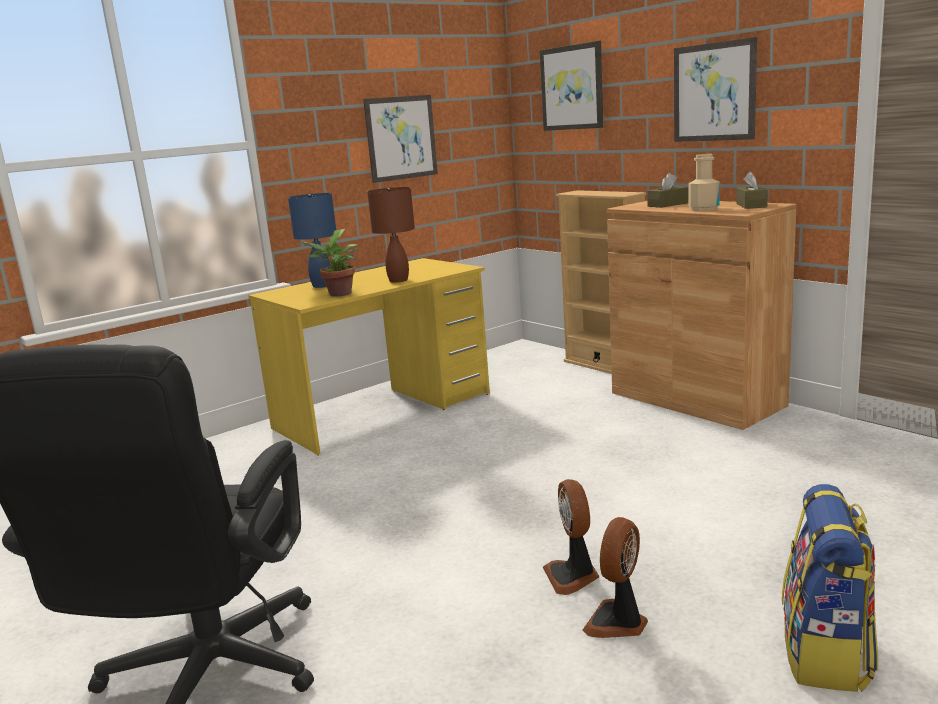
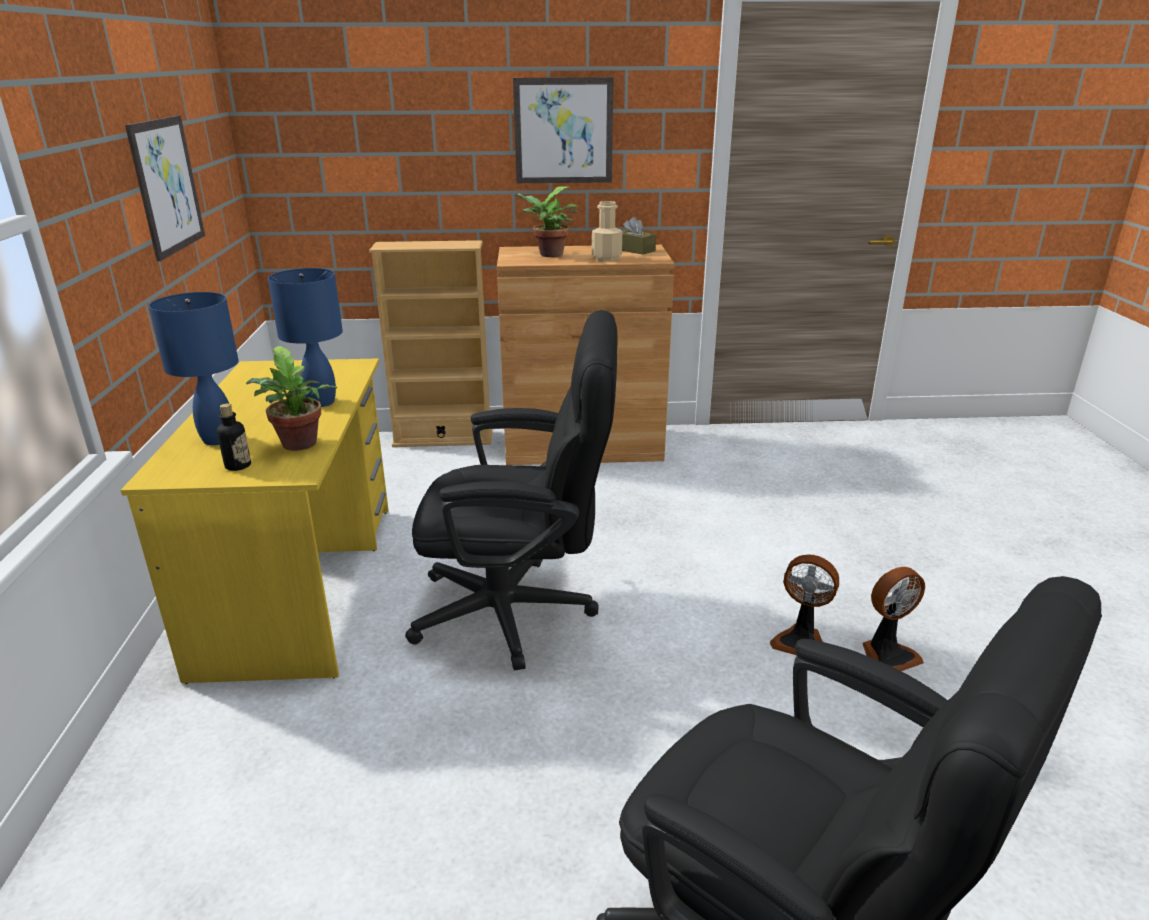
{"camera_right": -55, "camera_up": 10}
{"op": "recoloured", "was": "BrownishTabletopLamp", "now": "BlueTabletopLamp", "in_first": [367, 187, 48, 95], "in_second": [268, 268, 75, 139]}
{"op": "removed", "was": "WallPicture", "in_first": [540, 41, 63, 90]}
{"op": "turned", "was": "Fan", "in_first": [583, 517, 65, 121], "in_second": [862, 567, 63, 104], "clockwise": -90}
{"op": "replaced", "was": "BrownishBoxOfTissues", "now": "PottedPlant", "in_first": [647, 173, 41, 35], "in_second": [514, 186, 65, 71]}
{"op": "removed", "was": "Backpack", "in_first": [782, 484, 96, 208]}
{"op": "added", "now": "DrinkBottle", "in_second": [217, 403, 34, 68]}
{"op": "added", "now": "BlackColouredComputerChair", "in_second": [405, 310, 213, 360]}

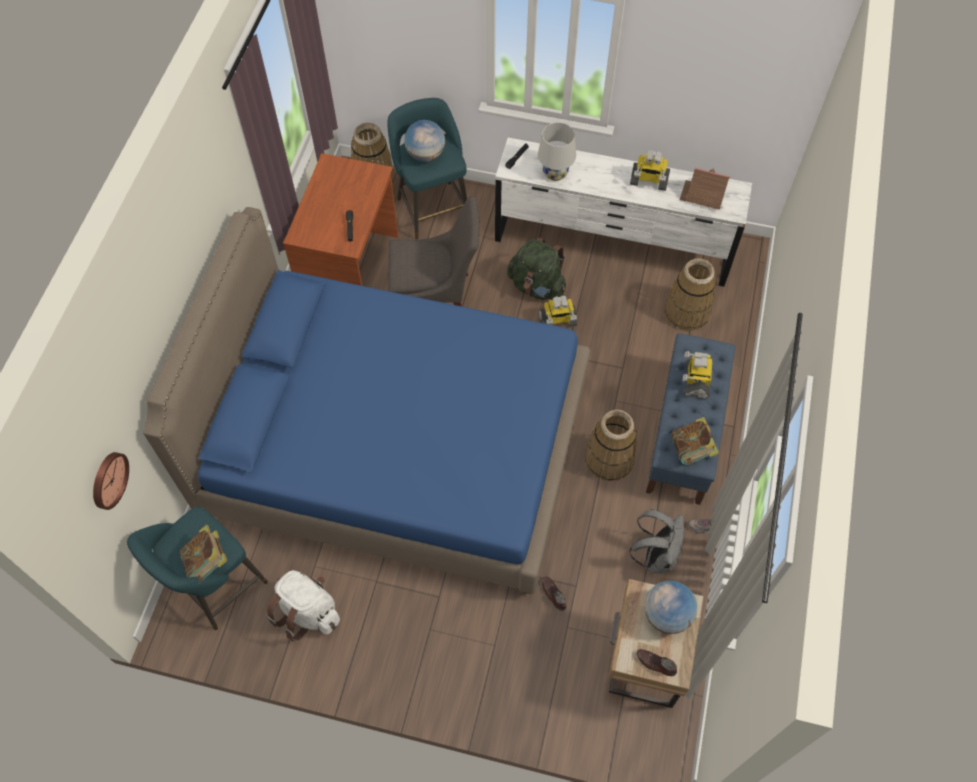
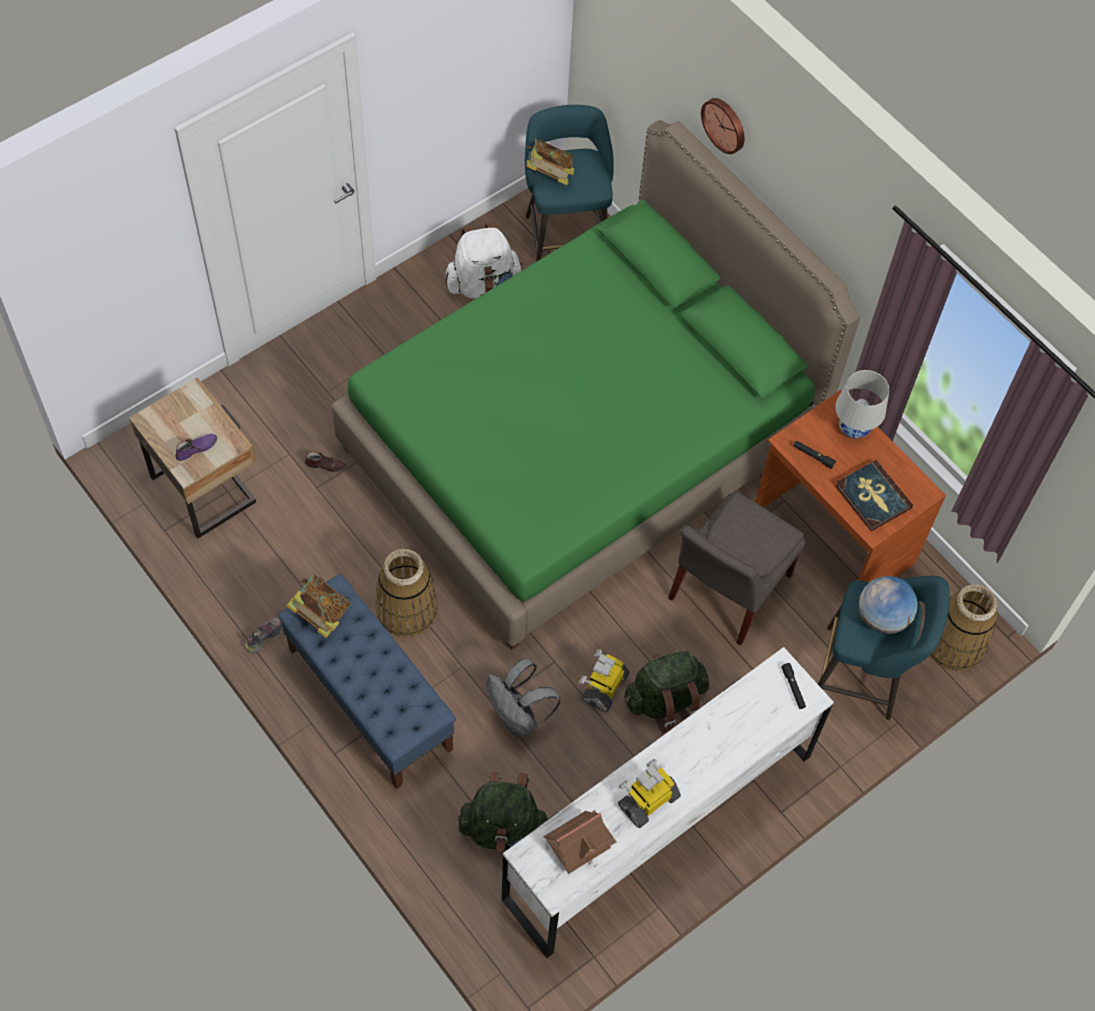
{"camera_right": 125, "camera_up": 0}
{"op": "moved", "was": "ClockOnTheWall", "in_first": [93, 452, 36, 58], "in_second": [701, 98, 43, 56]}
{"op": "recoloured", "was": "BlueBed", "now": "GreenColouredBed", "in_first": [143, 207, 447, 387], "in_second": [331, 120, 530, 530]}
{"op": "moved", "was": "WhitishTabletopLamp", "in_first": [538, 122, 38, 59], "in_second": [835, 370, 54, 69]}
{"op": "moved", "was": "GrayBackpack", "in_first": [629, 509, 55, 65], "in_second": [486, 659, 74, 79]}
{"op": "removed", "was": "BrownishShoe", "in_first": [636, 649, 41, 27]}
{"op": "replaced", "was": "Globe", "now": "PurpleColouredShoe", "in_first": [644, 580, 53, 54], "in_second": [175, 434, 42, 27]}
{"op": "replaced", "was": "Basket", "now": "GreenColouredBackpack", "in_first": [665, 258, 51, 73], "in_second": [458, 772, 90, 79]}
{"op": "removed", "was": "RobotFigure", "in_first": [683, 351, 29, 48]}
{"op": "added", "now": "BoundBook", "in_second": [836, 460, 77, 71]}

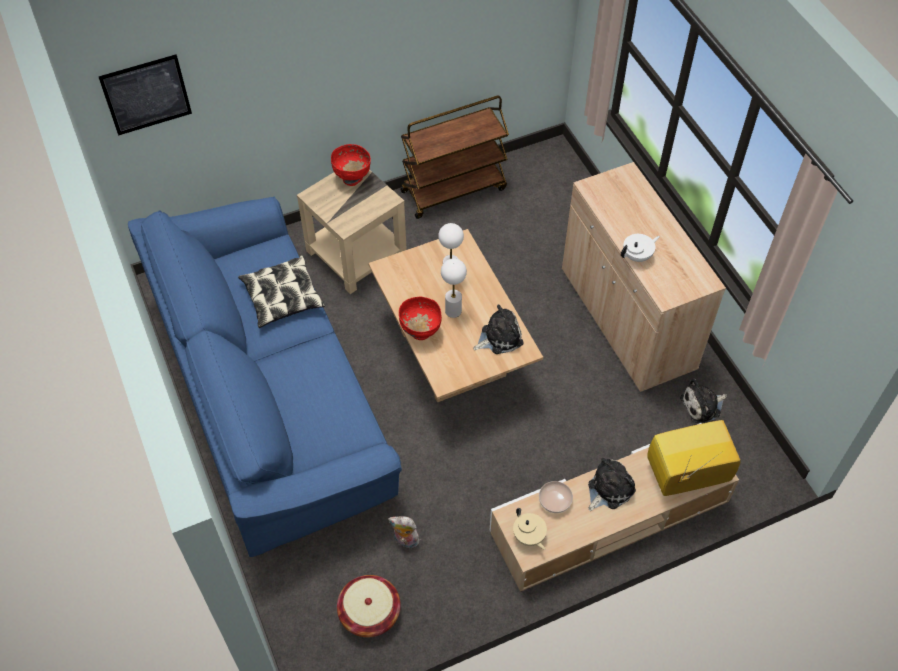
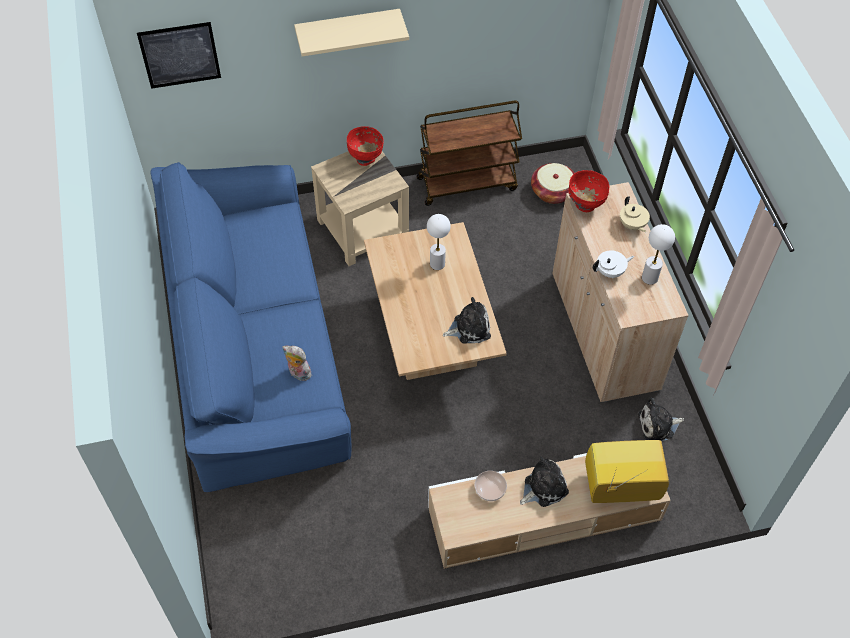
{"camera_right": 10, "camera_up": 0}
{"op": "removed", "was": "Cushion", "in_first": [238, 255, 87, 73]}
{"op": "moved", "was": "Basket", "in_first": [337, 575, 64, 63], "in_second": [531, 163, 44, 41]}
{"op": "moved", "was": "SoftToy", "in_first": [389, 516, 31, 32], "in_second": [282, 346, 30, 35]}
{"op": "moved", "was": "ReddishBowl", "in_first": [399, 297, 43, 43], "in_second": [569, 170, 40, 42]}
{"op": "moved", "was": "WhitishTabletopLamp", "in_first": [441, 258, 26, 60], "in_second": [642, 224, 33, 61]}
{"op": "moved", "was": "SandColouredPotForTea", "in_first": [513, 508, 34, 42], "in_second": [620, 196, 30, 36]}
{"op": "added", "now": "SandColouredBracketShelf", "in_second": [294, 9, 115, 47]}

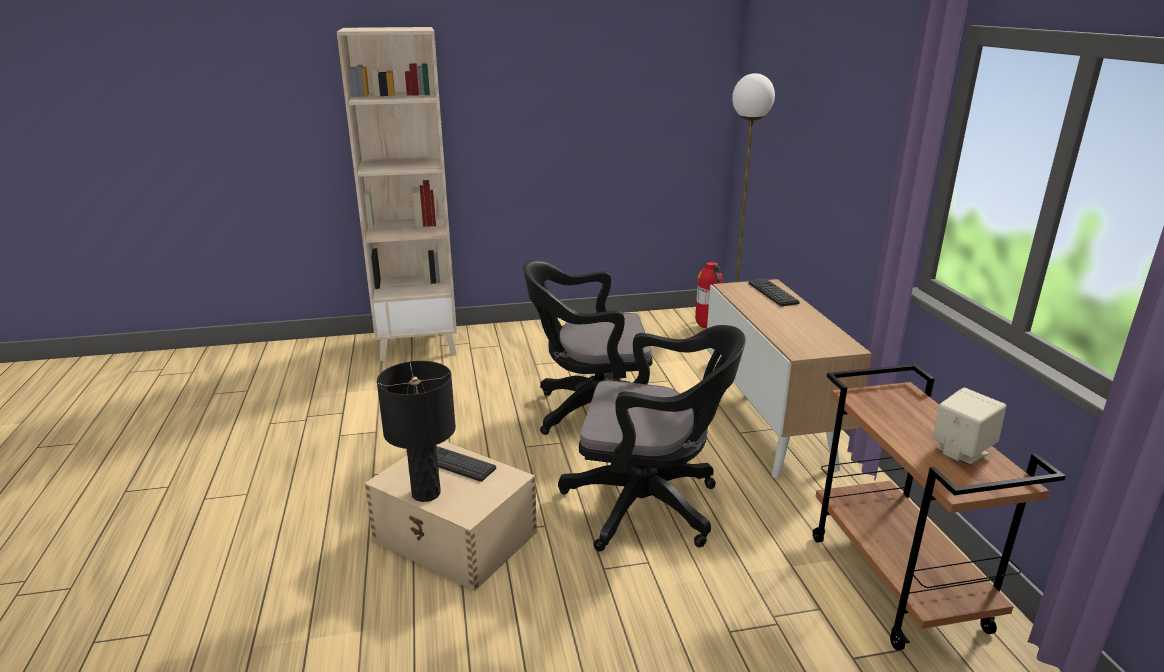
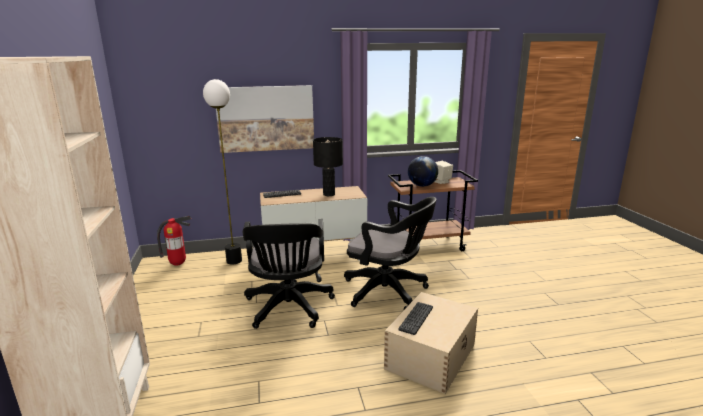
{"camera_right": -90, "camera_up": -5}
{"op": "moved", "was": "BlackColouredTabletopLamp", "in_first": [377, 361, 79, 141], "in_second": [313, 137, 30, 59]}
{"op": "turned", "was": "BlackColouredComputerChair", "in_first": [558, 325, 188, 227], "in_second": [344, 197, 93, 112], "clockwise": 105}
{"op": "added", "now": "WallPicture", "in_second": [216, 85, 98, 68]}
{"op": "added", "now": "Globe", "in_second": [408, 156, 30, 31]}

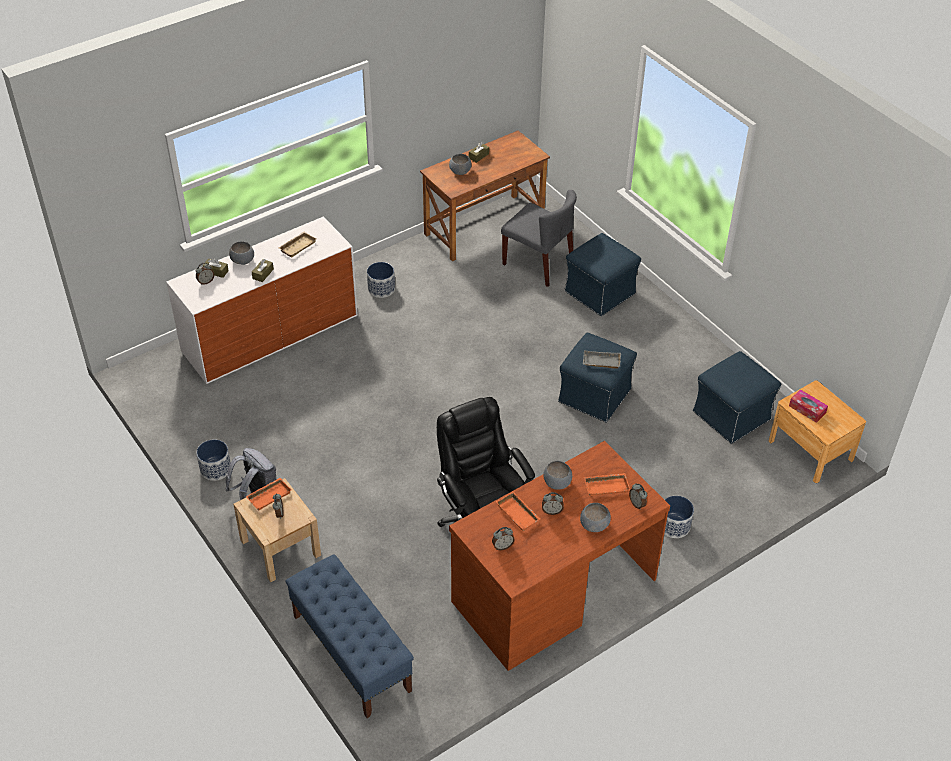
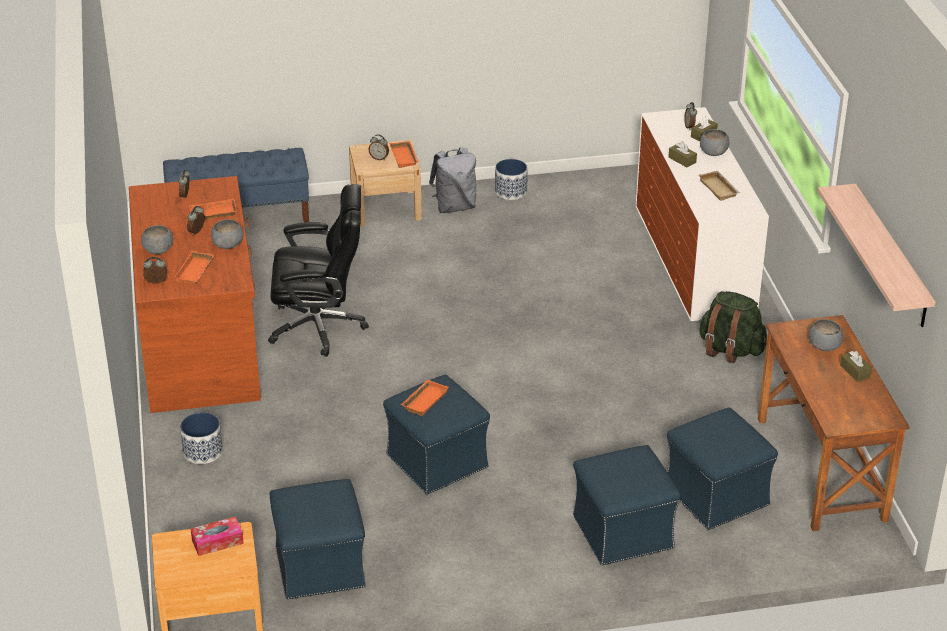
{"camera_right": 115, "camera_up": -10}
{"op": "replaced", "was": "Planter", "now": "GreenColouredBackpack", "in_first": [367, 262, 28, 36], "in_second": [700, 291, 67, 72]}
{"op": "replaced", "was": "GrayPlainChair", "now": "BlueOttoman", "in_first": [501, 190, 76, 97], "in_second": [667, 408, 111, 122]}
{"op": "recoloured", "was": "GrayTray", "now": "OrangeTray", "in_first": [583, 350, 38, 19], "in_second": [401, 380, 48, 36]}
{"op": "added", "now": "BracketShelf", "in_second": [817, 184, 119, 143]}

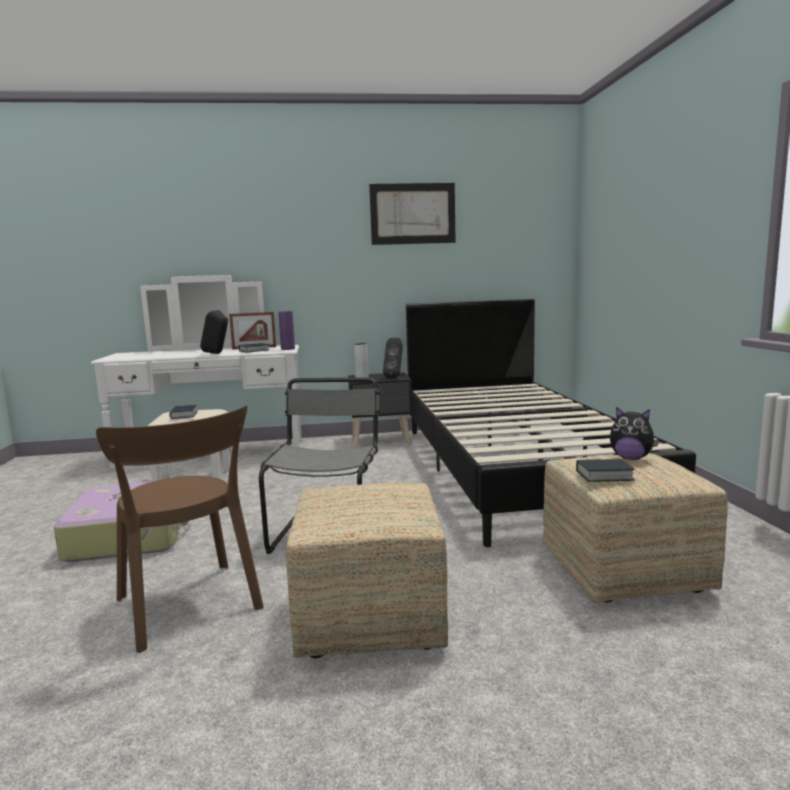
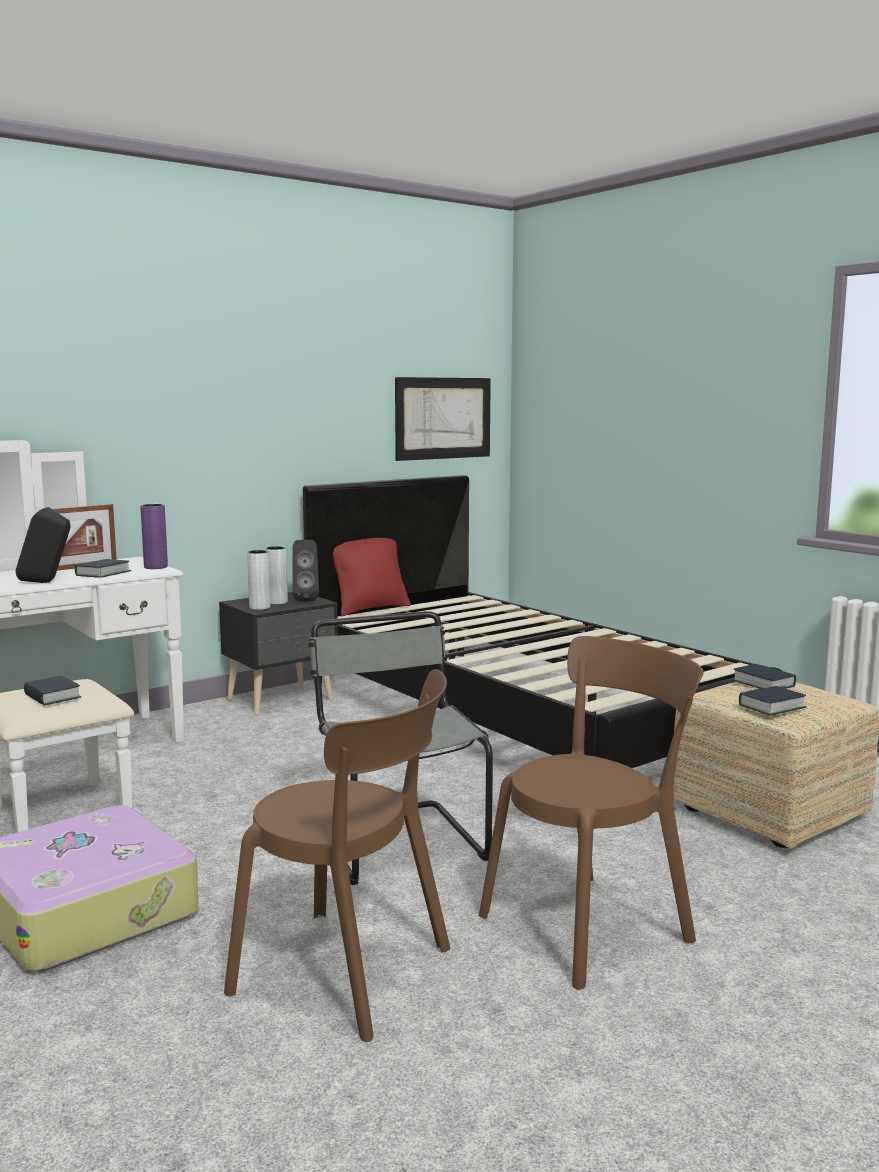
{"camera_right": -30, "camera_up": 0}
{"op": "replaced", "was": "Ottoman", "now": "BrownishPlainChair", "in_first": [286, 483, 162, 175], "in_second": [479, 636, 225, 354]}
{"op": "moved", "was": "WallPicture", "in_first": [369, 183, 87, 62], "in_second": [395, 377, 96, 84]}
{"op": "replaced", "was": "SoftToy", "now": "BoundBook", "in_first": [610, 407, 49, 53], "in_second": [733, 664, 63, 25]}
{"op": "added", "now": "GrayDecorativeVase", "in_second": [265, 546, 23, 59]}
{"op": "added", "now": "ReddishCushion", "in_second": [333, 538, 78, 78]}

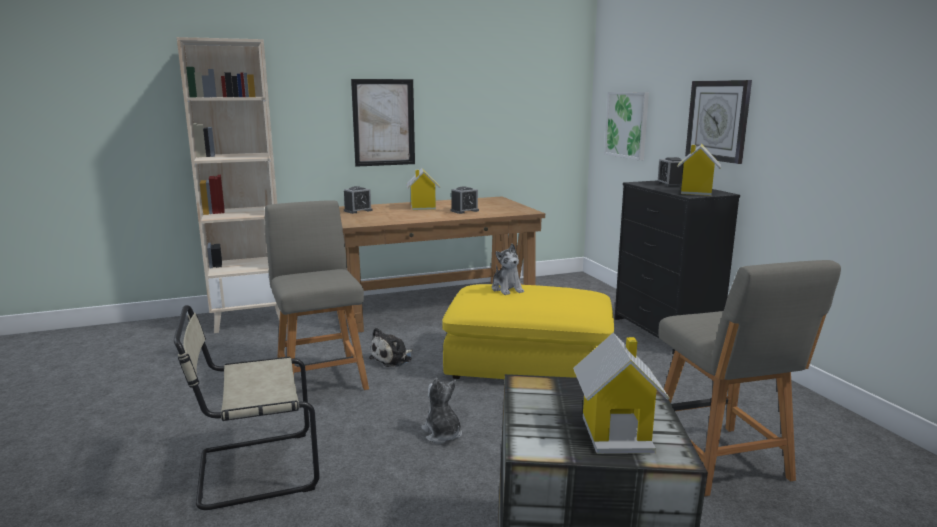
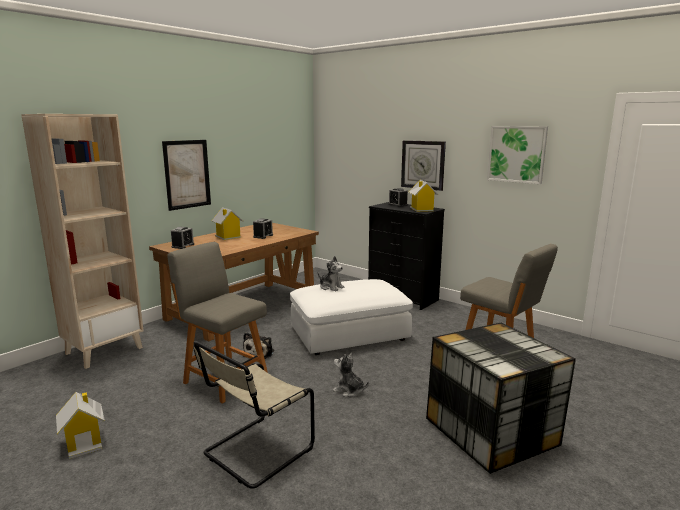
{"camera_right": -30, "camera_up": 0}
{"op": "recoloured", "was": "YellowColouredOttoman", "now": "WhitishOttoman", "in_first": [442, 284, 172, 95], "in_second": [290, 279, 123, 76]}
{"op": "moved", "was": "MiniatureHouse", "in_first": [573, 333, 97, 121], "in_second": [56, 392, 49, 67]}
{"op": "moved", "was": "WallPicture", "in_first": [604, 92, 45, 69], "in_second": [487, 126, 61, 58]}

